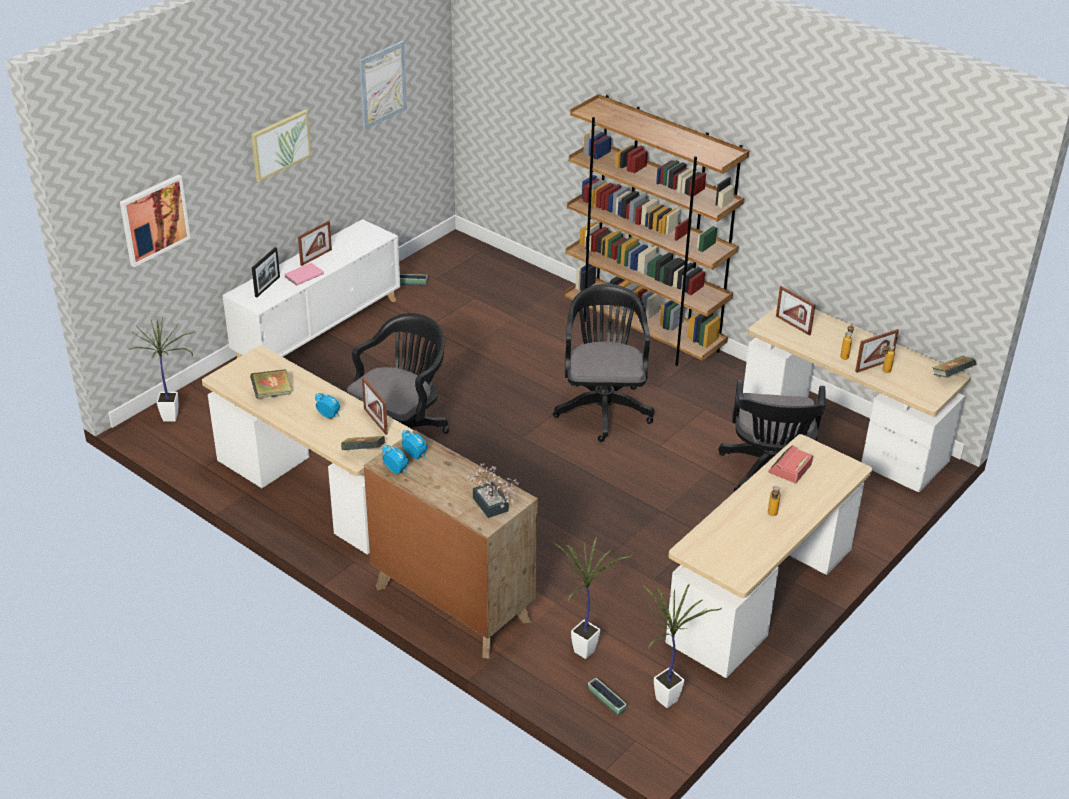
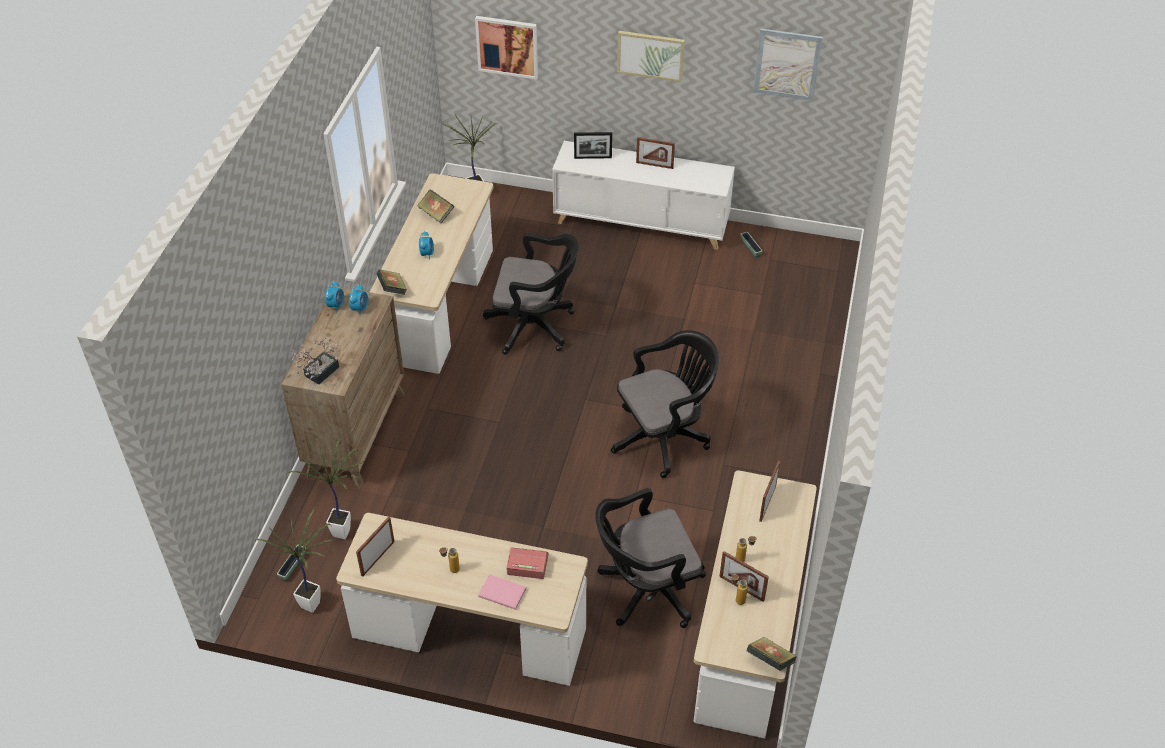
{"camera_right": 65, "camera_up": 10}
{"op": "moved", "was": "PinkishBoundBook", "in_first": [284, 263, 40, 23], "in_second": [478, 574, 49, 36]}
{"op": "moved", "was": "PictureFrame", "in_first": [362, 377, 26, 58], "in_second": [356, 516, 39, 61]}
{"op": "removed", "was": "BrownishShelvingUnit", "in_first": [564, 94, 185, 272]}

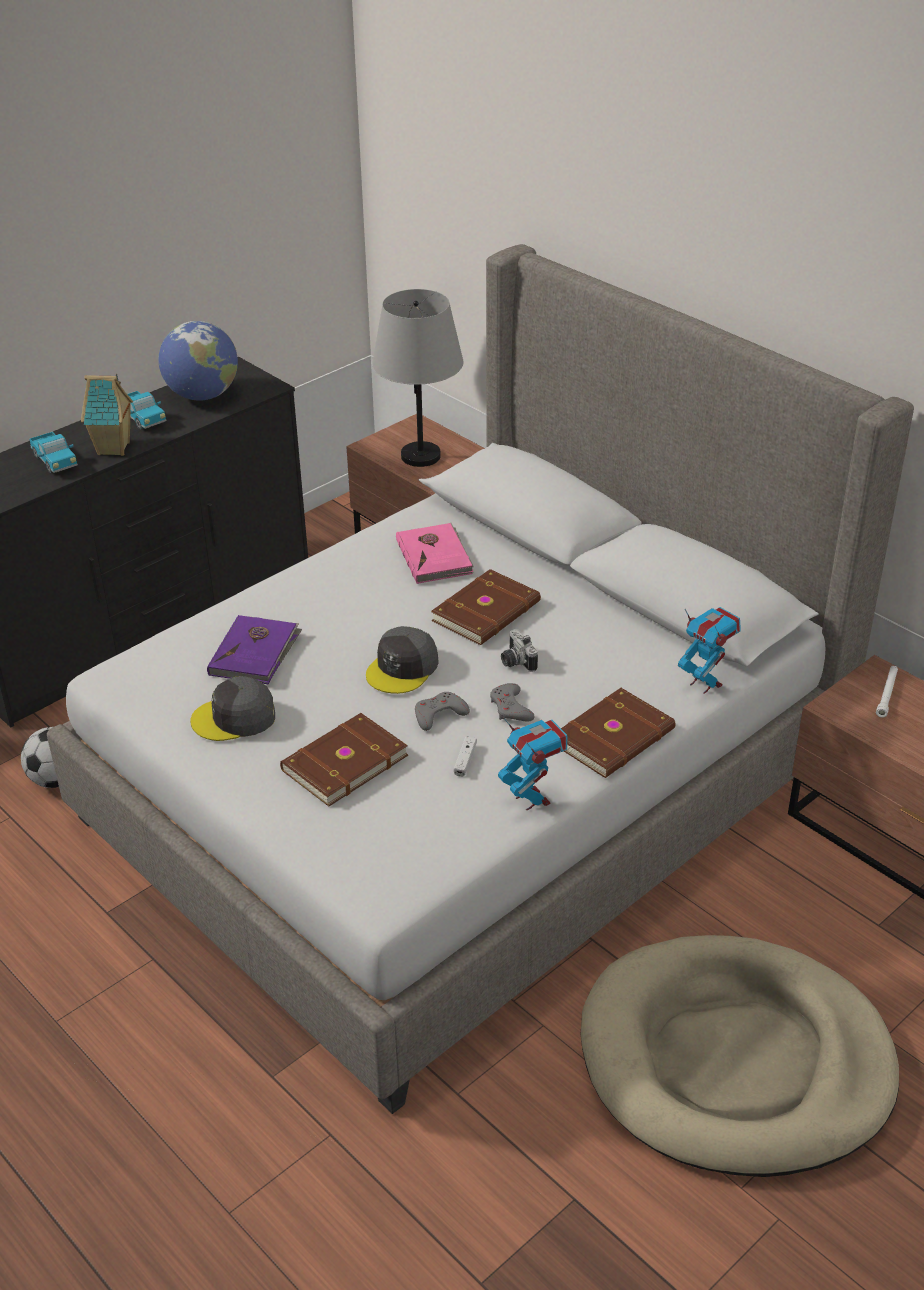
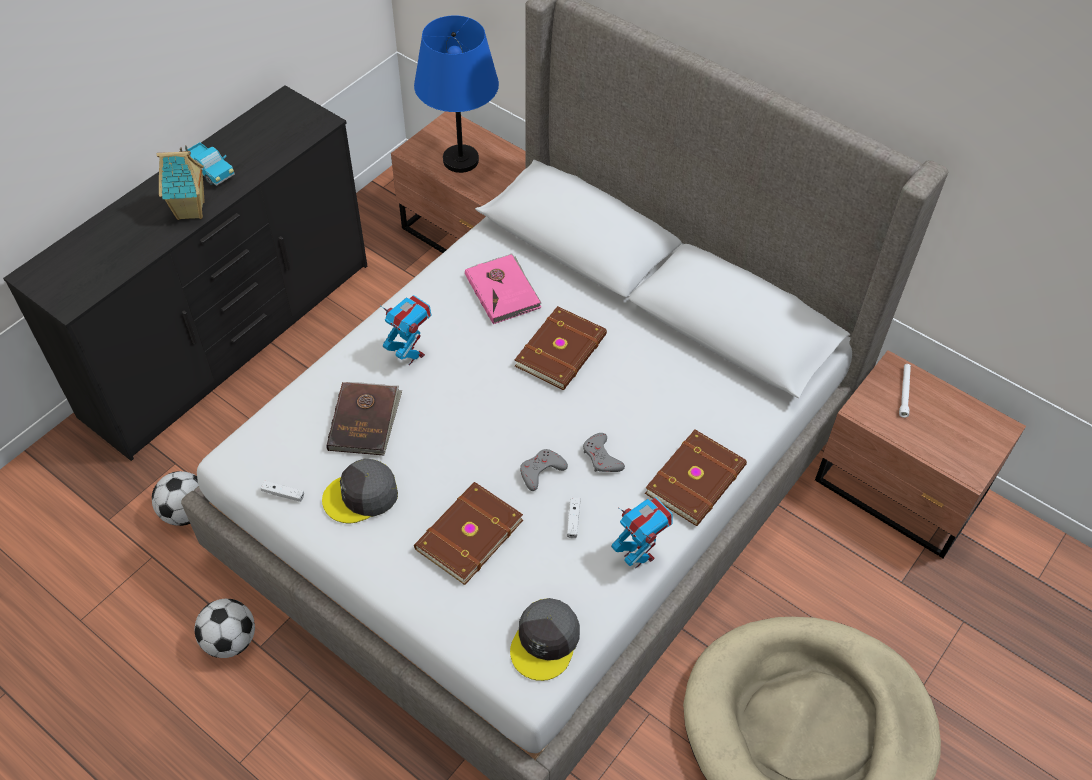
{"camera_right": -10, "camera_up": 15}
{"op": "removed", "was": "ModelTruck", "in_first": [30, 432, 48, 41]}
{"op": "removed", "was": "Globe", "in_first": [158, 321, 80, 80]}
{"op": "recoloured", "was": "PurpleColouredBoundBook", "now": "BrownishBoundBook", "in_first": [207, 615, 95, 69], "in_second": [326, 382, 76, 74]}
{"op": "moved", "was": "GrayCap", "in_first": [366, 626, 73, 68], "in_second": [510, 598, 70, 83]}
{"op": "recoloured", "was": "GrayTabletopLamp", "now": "BlueTabletopLamp", "in_first": [372, 289, 92, 178], "in_second": [414, 15, 85, 158]}
{"op": "removed", "was": "PhotoCamera", "in_first": [501, 629, 37, 43]}
{"op": "moved", "was": "RobotFigure", "in_first": [678, 607, 63, 87], "in_second": [380, 295, 52, 70]}
{"op": "added", "now": "BallForFootball", "in_second": [194, 599, 61, 59]}
{"op": "added", "now": "WhitishGamepad", "in_second": [260, 480, 44, 22]}

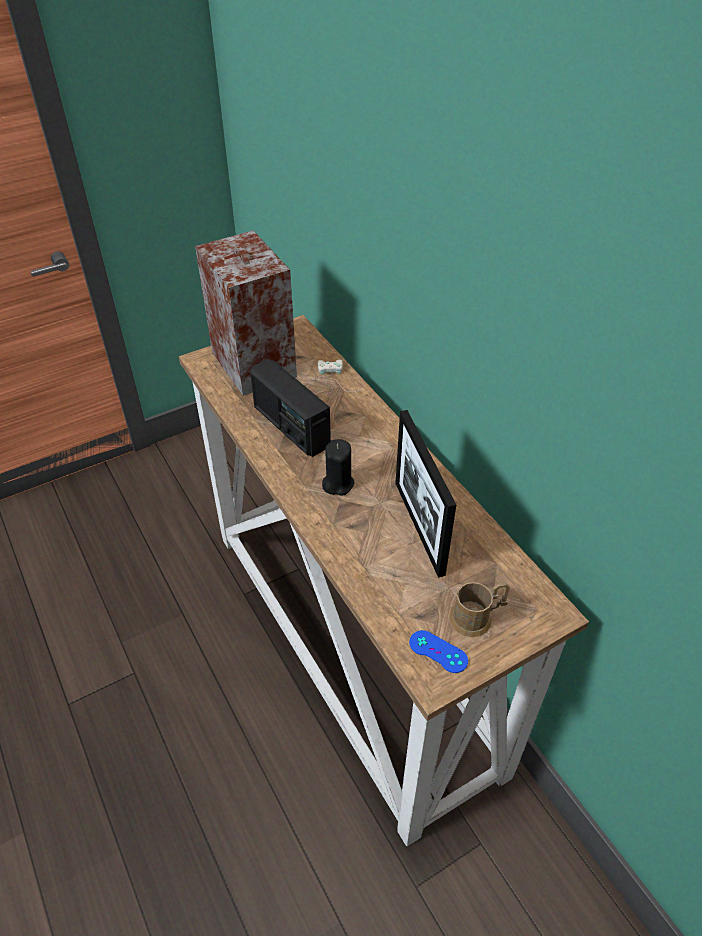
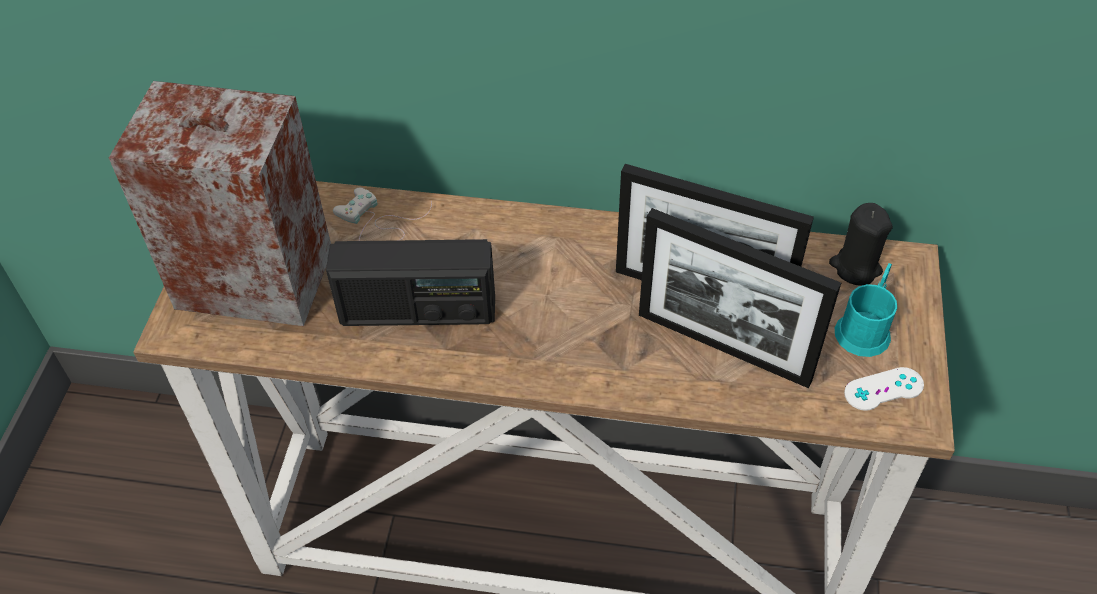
{"camera_right": -50, "camera_up": 5}
{"op": "moved", "was": "BlackColouredWaxCandle", "in_first": [322, 439, 32, 57], "in_second": [829, 203, 64, 83]}
{"op": "recoloured", "was": "BlueGamepad", "now": "WhitishGamepad", "in_first": [409, 630, 59, 43], "in_second": [844, 367, 80, 44]}
{"op": "recoloured", "was": "BrownishTeaMug", "now": "BlueGreenTeaMug", "in_first": [449, 582, 61, 56], "in_second": [835, 263, 62, 94]}
{"op": "added", "now": "PictureFrame", "in_second": [639, 208, 202, 180]}

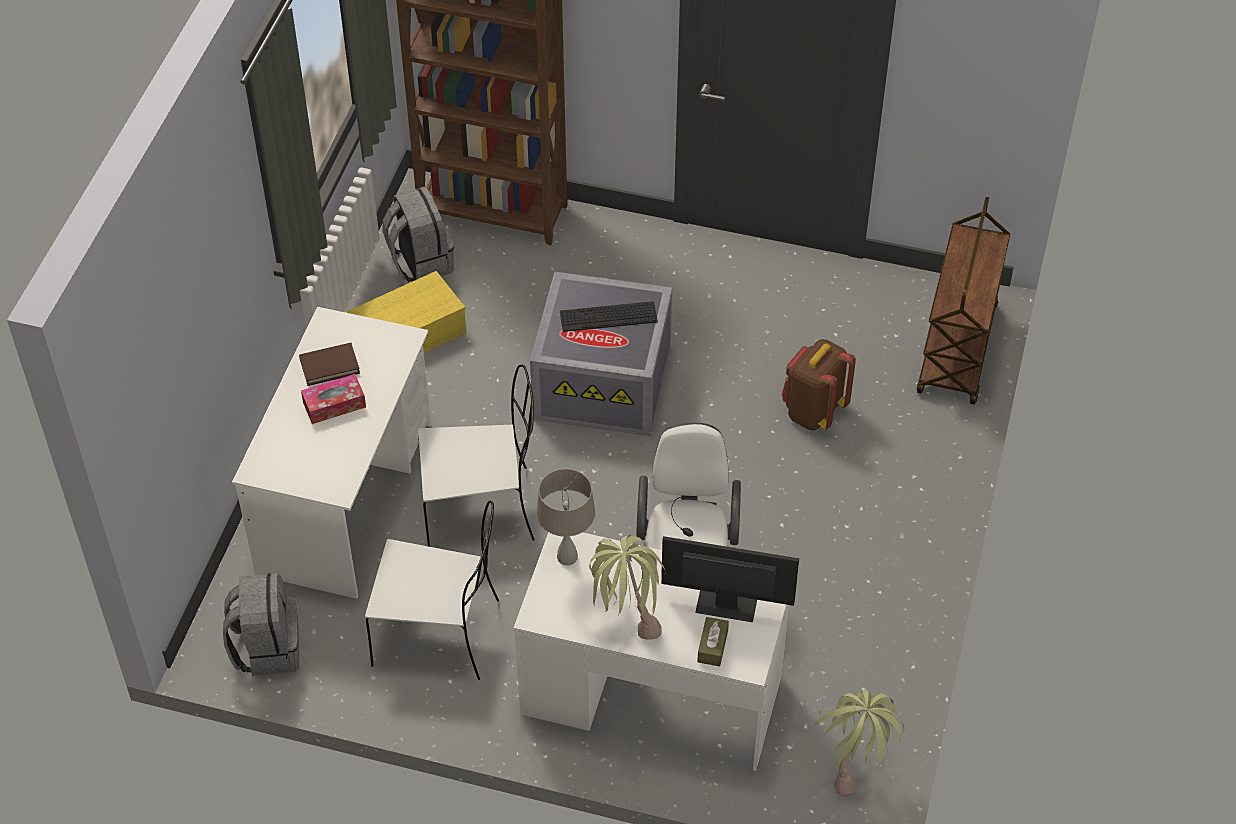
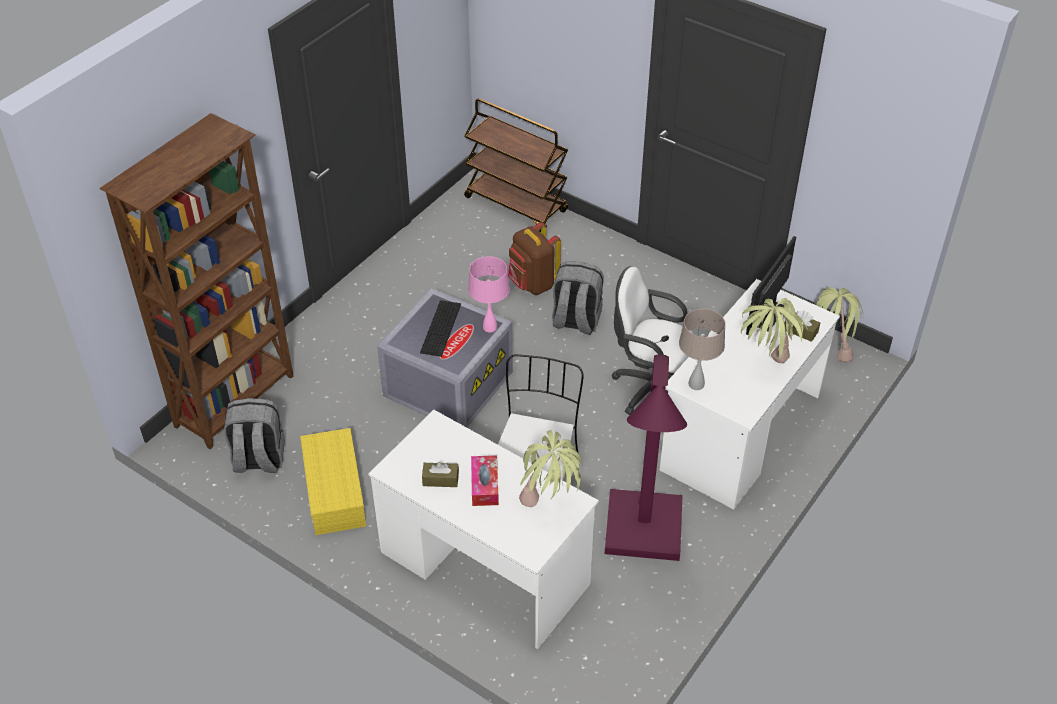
{"camera_right": -70, "camera_up": -5}
{"op": "moved", "was": "GrayBackpack", "in_first": [223, 573, 76, 103], "in_second": [552, 261, 52, 74]}
{"op": "replaced", "was": "BrownishBoundBook", "now": "BrownishBoxOfTissues", "in_first": [299, 343, 61, 43], "in_second": [422, 462, 37, 25]}
{"op": "replaced", "was": "WhitishPlainChair", "now": "PurpleColouredStandardLamp", "in_first": [365, 501, 134, 179], "in_second": [605, 354, 82, 207]}
{"op": "added", "now": "PinkishTabletopLamp", "in_second": [468, 256, 42, 76]}
{"op": "added", "now": "PottedPlant", "in_second": [519, 430, 64, 77]}

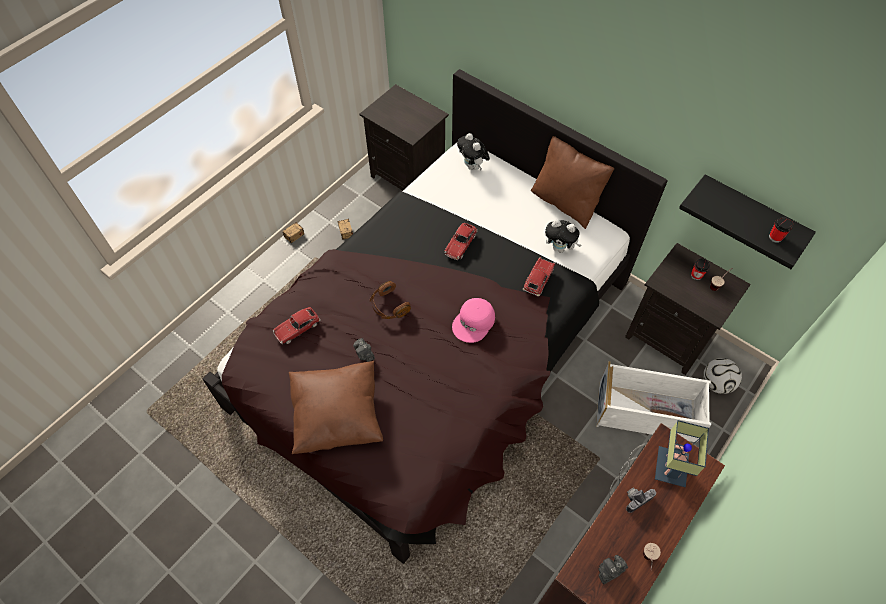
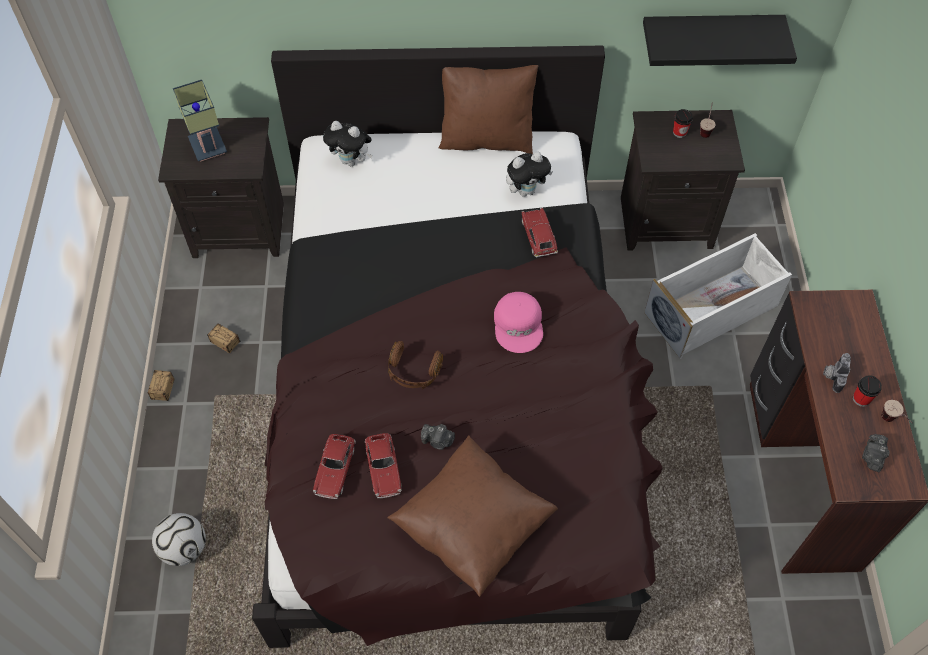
{"camera_right": -40, "camera_up": 0}
{"op": "moved", "was": "ModelCar", "in_first": [444, 223, 33, 37], "in_second": [365, 433, 37, 65]}
{"op": "moved", "was": "TabletopLamp", "in_first": [655, 420, 54, 67], "in_second": [173, 80, 54, 82]}
{"op": "moved", "was": "BallForFootball", "in_first": [703, 358, 39, 36], "in_second": [152, 513, 54, 53]}
{"op": "moved", "was": "DrinkingCup", "in_first": [769, 217, 24, 26], "in_second": [853, 375, 29, 32]}

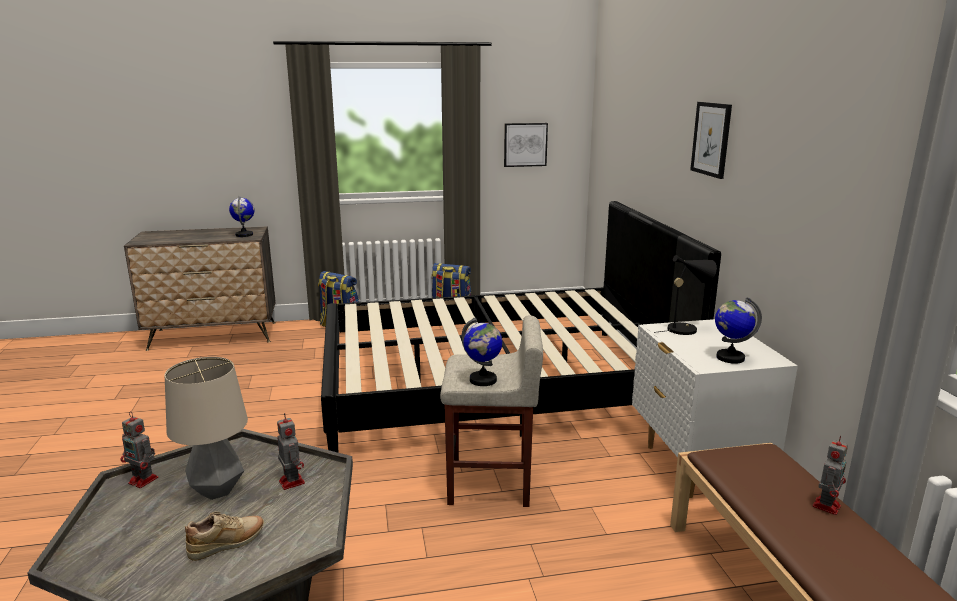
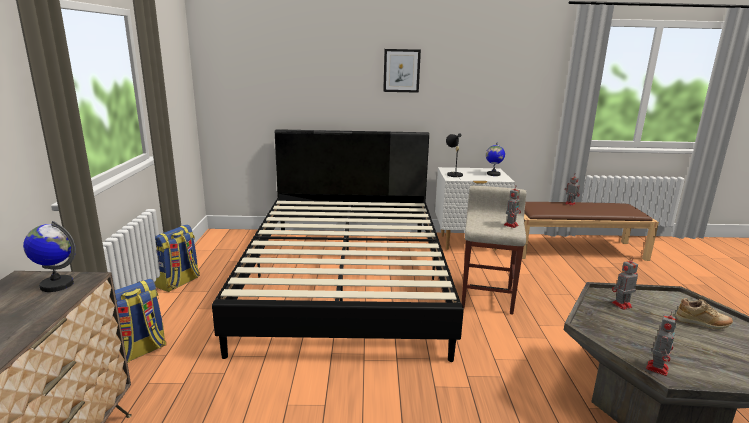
{"camera_right": -80, "camera_up": 0}
{"op": "removed", "was": "TabletopLamp", "in_first": [165, 357, 83, 143]}
{"op": "turned", "was": "SandColouredShoe", "in_first": [185, 511, 79, 50], "in_second": [675, 298, 58, 31], "clockwise": 135}
{"op": "replaced", "was": "Globe", "now": "RobotFigure", "in_first": [461, 317, 41, 69], "in_second": [504, 185, 17, 43]}
{"op": "removed", "was": "WallPicture", "in_first": [504, 123, 44, 44]}

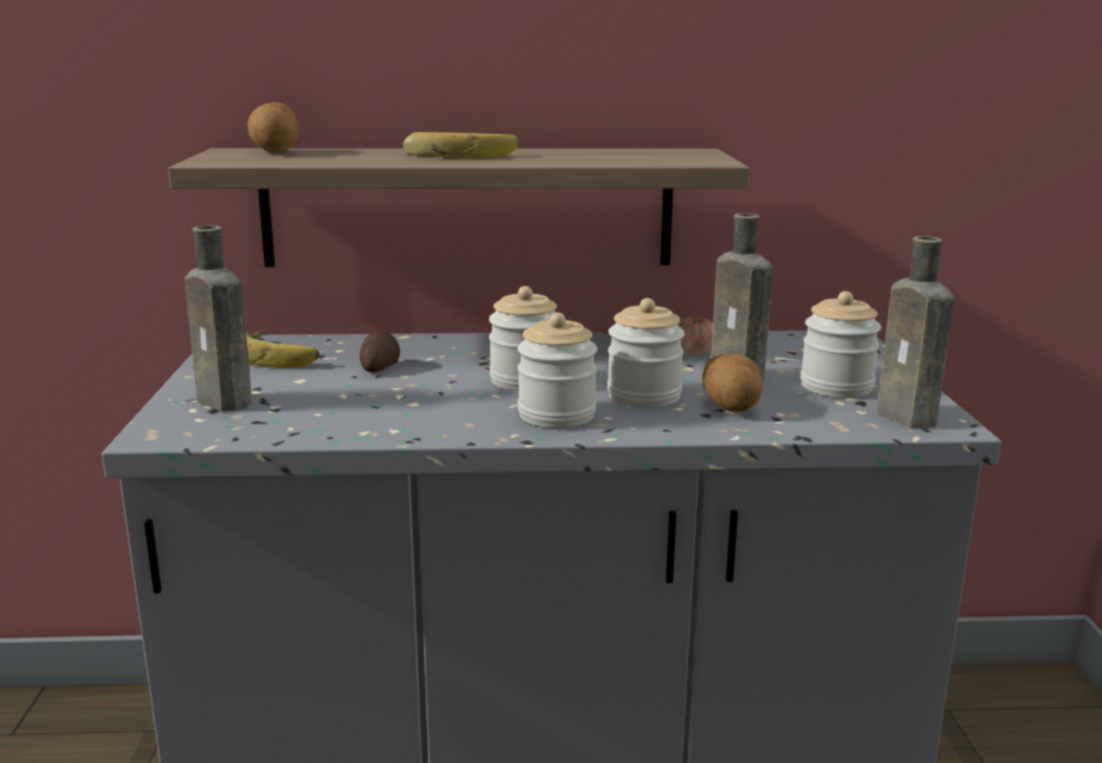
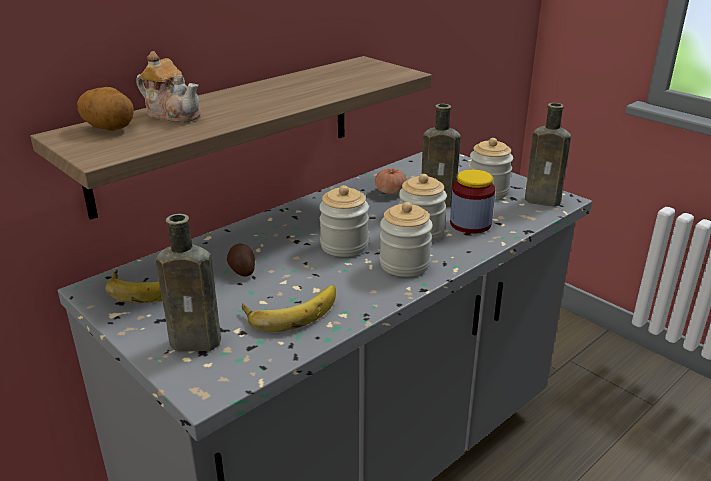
{"camera_right": -40, "camera_up": 10}
{"op": "moved", "was": "Banana", "in_first": [403, 132, 116, 26], "in_second": [242, 285, 94, 47]}
{"op": "replaced", "was": "WholePotato", "now": "StorageJar", "in_first": [703, 354, 60, 58], "in_second": [450, 169, 45, 65]}
{"op": "added", "now": "PotForTea", "in_second": [137, 51, 64, 72]}

